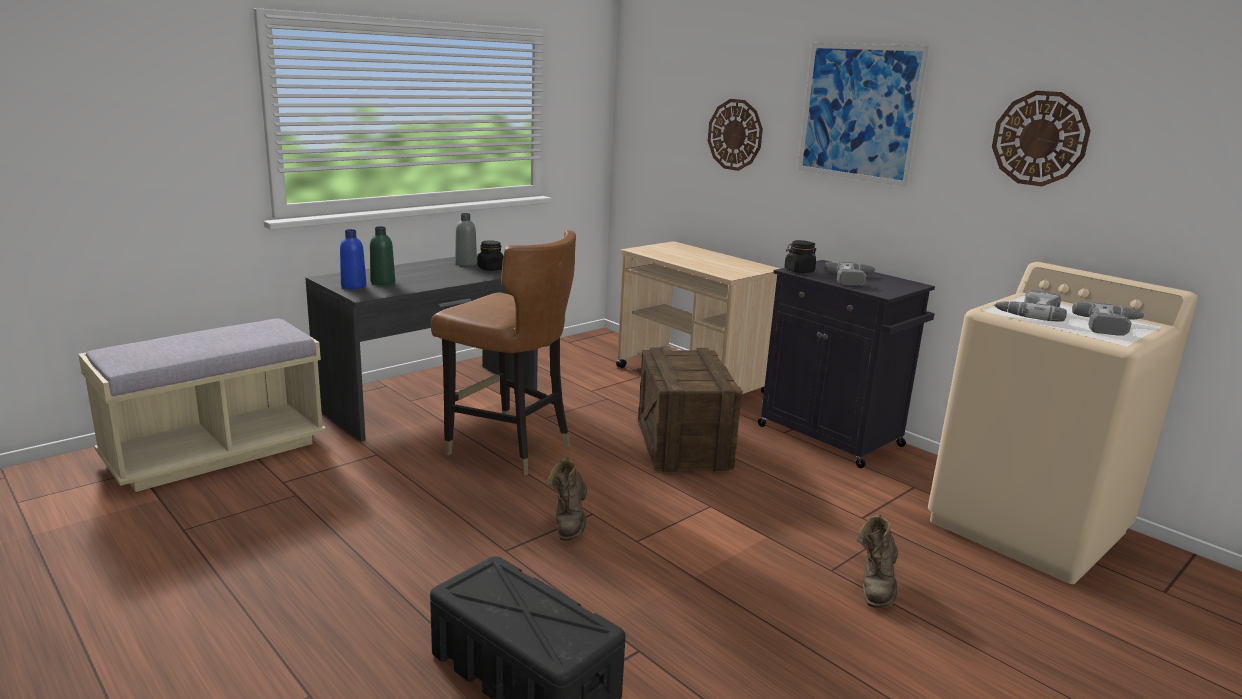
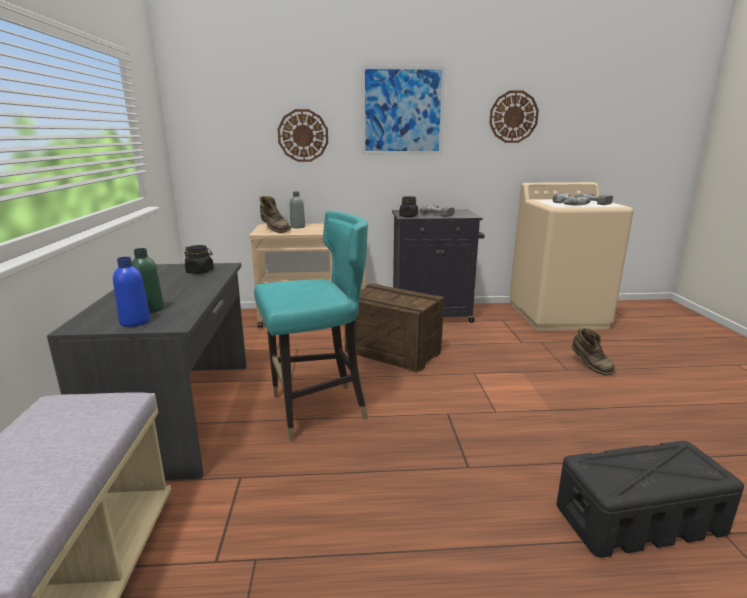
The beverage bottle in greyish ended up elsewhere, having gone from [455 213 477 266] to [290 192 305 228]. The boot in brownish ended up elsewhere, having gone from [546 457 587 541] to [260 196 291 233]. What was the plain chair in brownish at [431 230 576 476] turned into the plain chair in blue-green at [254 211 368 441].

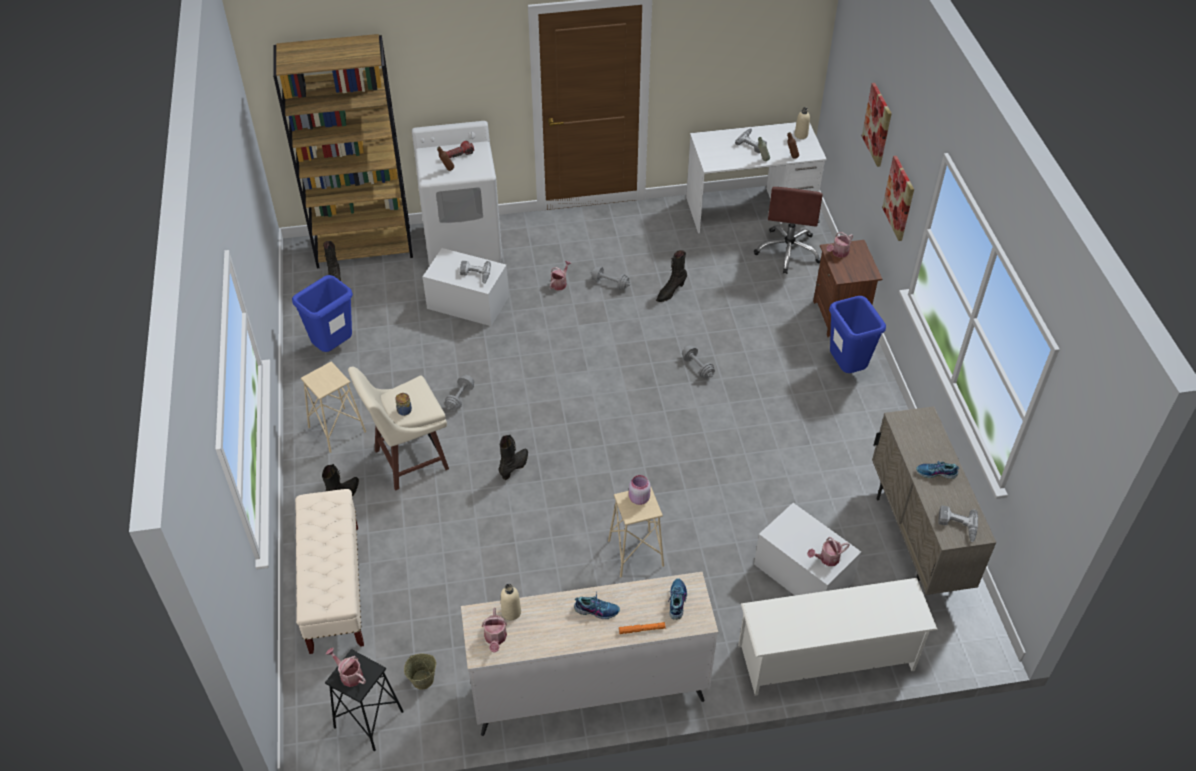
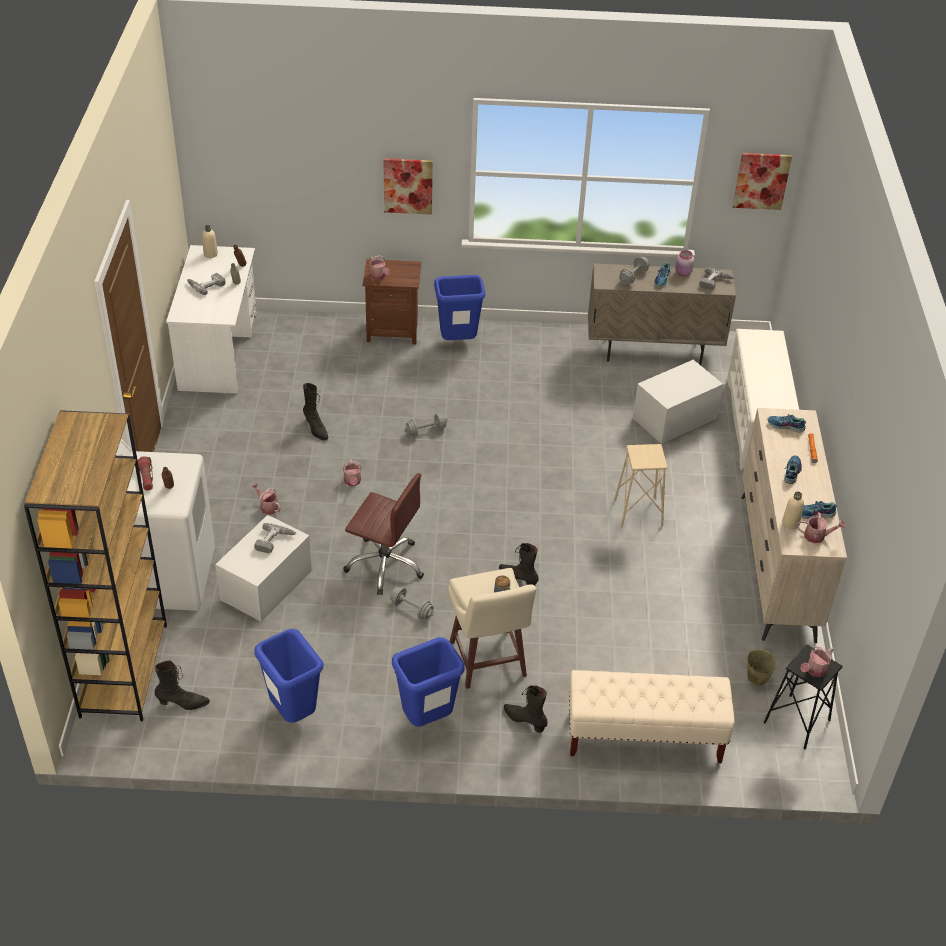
The second view gained the shoe at [802 501 837 519]. The free weight in greyish ended up elsewhere, having gone from [591 267 630 290] to [619 257 649 285]. The jar in pink-coloured ended up elsewhere, having gone from [629 475 651 505] to [675 250 694 276]. The computer chair in brownish ended up elsewhere, having gone from [754 187 823 274] to [343 473 424 595]. The sprinkling can ended up elsewhere, having gone from [807 537 850 566] to [342 459 362 486]. The picture ended up elsewhere, having gone from [862 83 892 167] to [733 153 792 210]. Where the stool in sand-coloured stood at [301 362 366 453], the waste bin in bluish came to stand at [392 637 465 727].

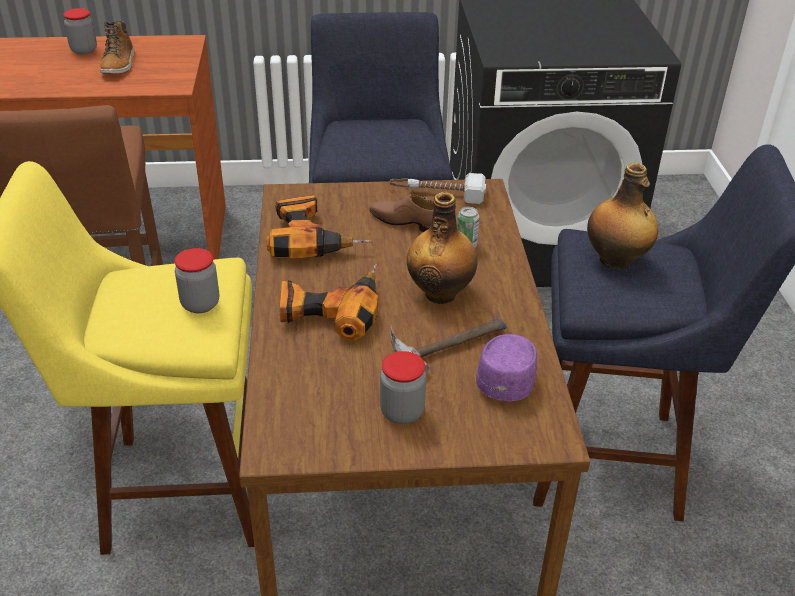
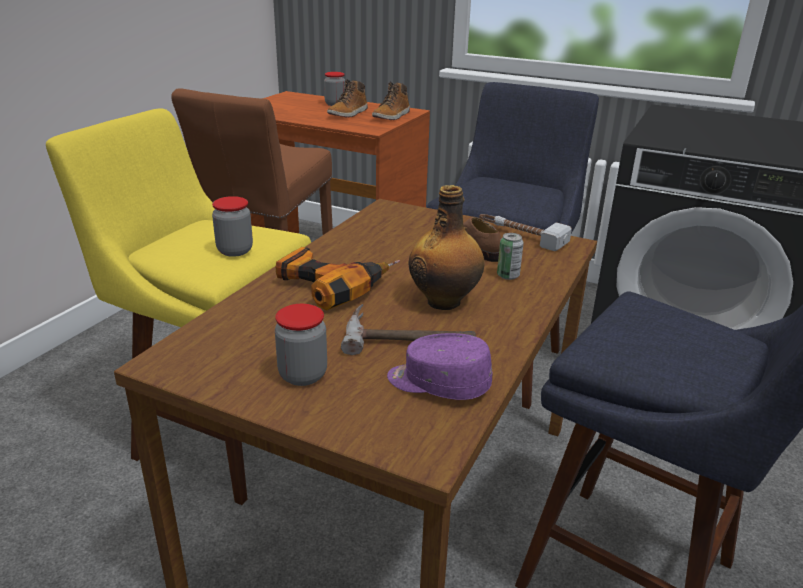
The second view lost the electric drill at [267 195 372 258]. The second view lost the beverage bottle at [587 163 658 269]. The second view gained the boot at [372 82 410 120]. The baseball cap in purple-coloured at [476 334 537 401] ended up facing another way, 120 degrees counterclockwise from before.

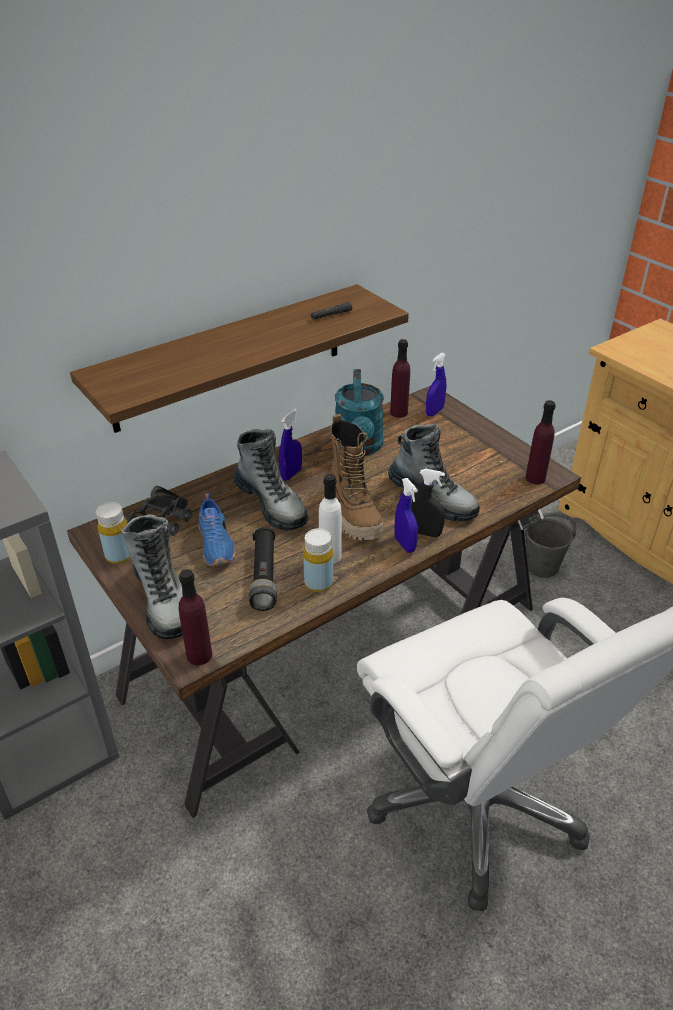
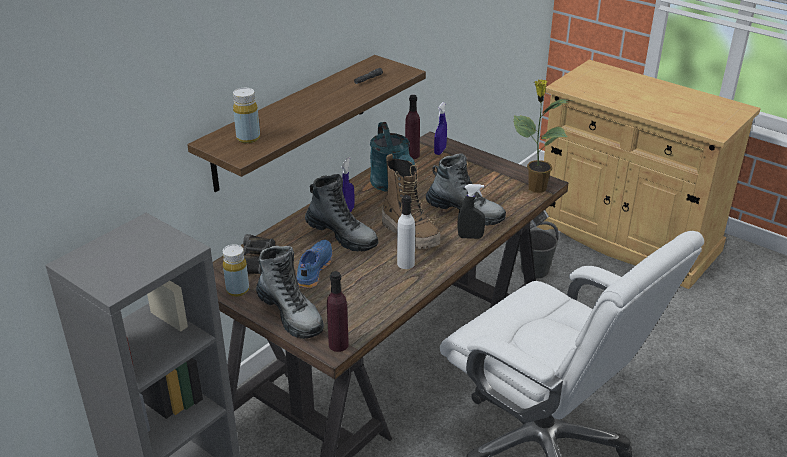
The second view lost the flashlight in black at [249 527 277 611]. The second view lost the sprayer in bluish at [394 478 418 553]. The beverage bottle in yellowish ended up elsewhere, having gone from [303 528 333 592] to [233 88 260 143]. Where the beverage bottle in purple-coloured stood at [525 400 556 485], the houseplant came to stand at [513 80 571 193]. The shoe in bluish at [198 493 236 566] ended up facing another way, 135 degrees counterclockwise from before.

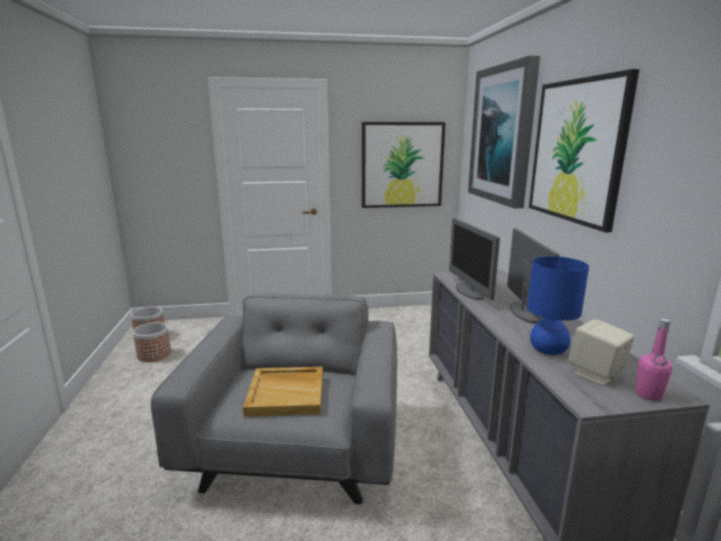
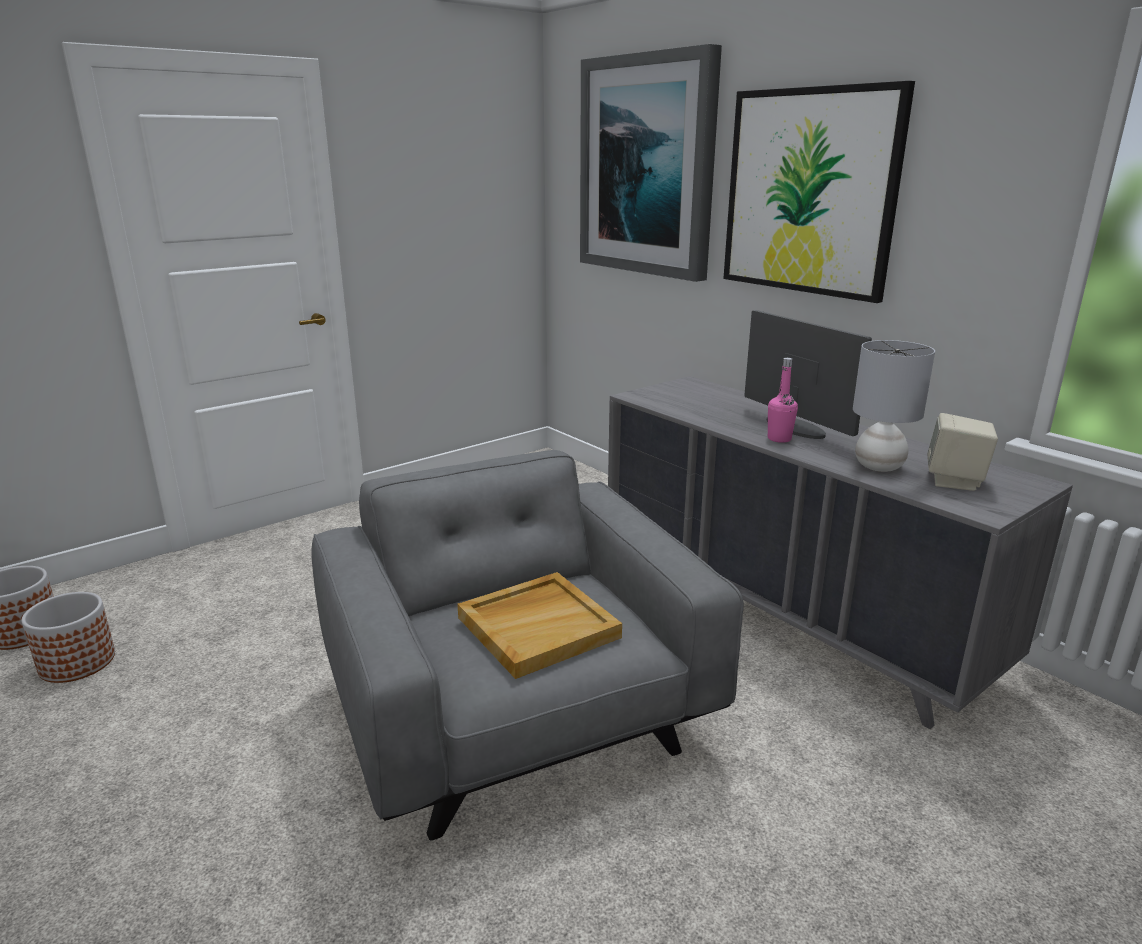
The second view lost the picture at [362 122 446 208]. The second view lost the computer screen at [449 218 500 300]. The beverage bottle in pink-coloured ended up elsewhere, having gone from [636 318 672 401] to [768 358 798 443]. What was the tabletop lamp in bluish at [527 256 589 355] turned into the tabletop lamp in greyish at [853 340 935 472].

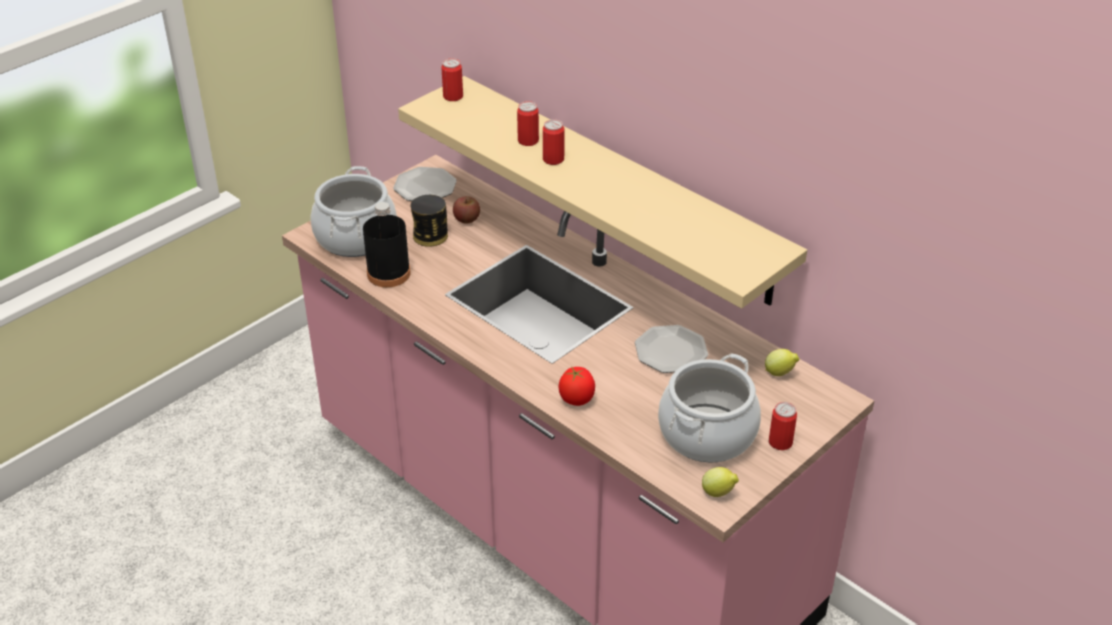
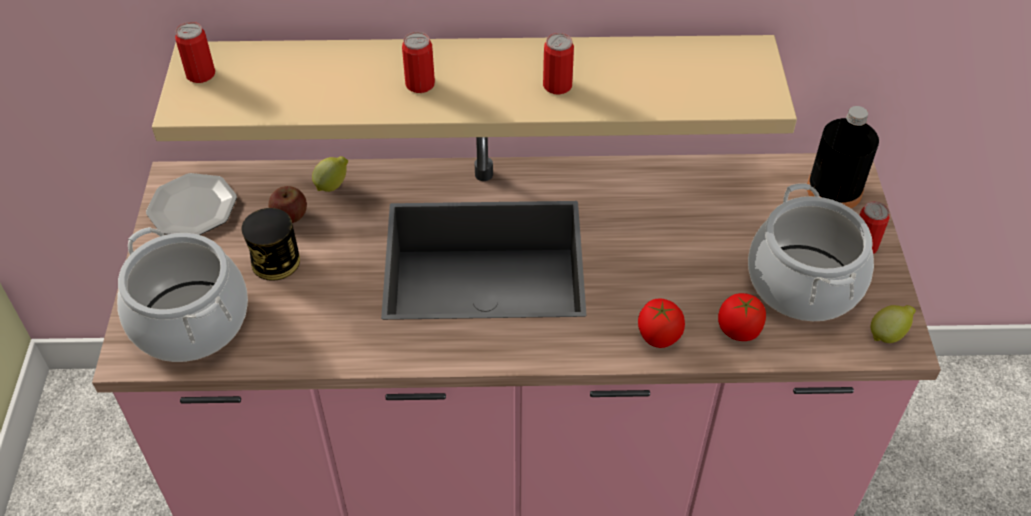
The second view lost the dinner plate at [635 325 708 373]. The second view gained the whole tomato at [718 293 766 341]. The beverage bottle in black ended up elsewhere, having gone from [363 202 410 287] to [807 106 879 208]. The metal can ended up elsewhere, having gone from [517 101 539 146] to [543 33 574 94]. The whole lemon ended up elsewhere, having gone from [765 349 799 376] to [312 156 348 192].

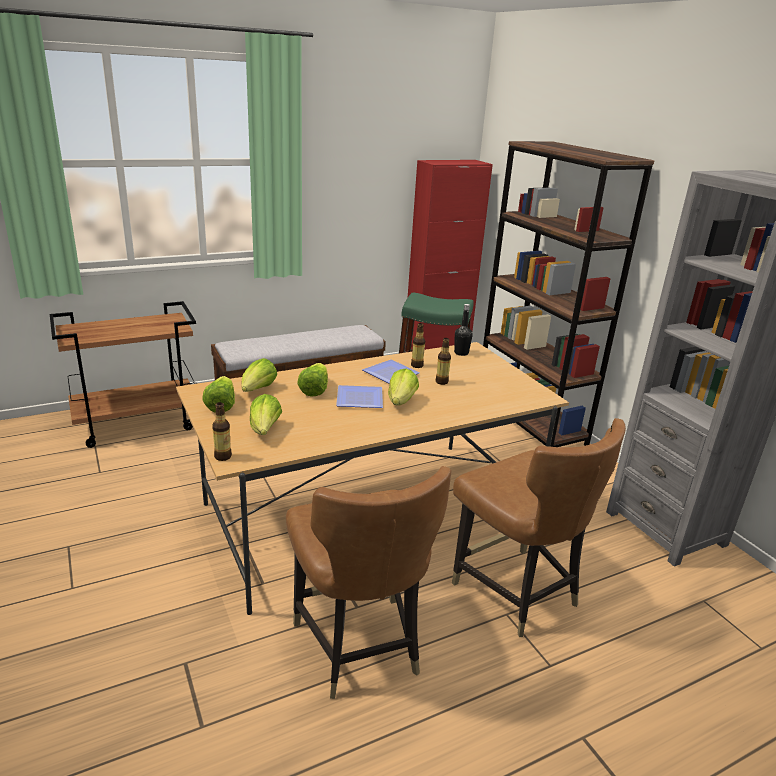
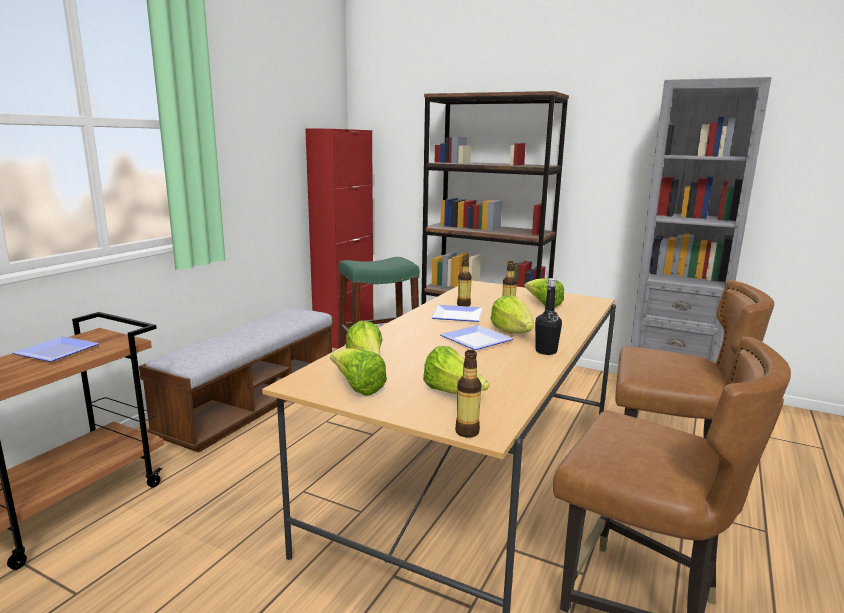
The second view gained the dinner plate at [12 336 99 362]. The head of lettuce ended up elsewhere, having gone from [297 363 328 397] to [524 278 564 307]. The beverage bottle in black ended up elsewhere, having gone from [454 304 473 356] to [535 278 562 355].

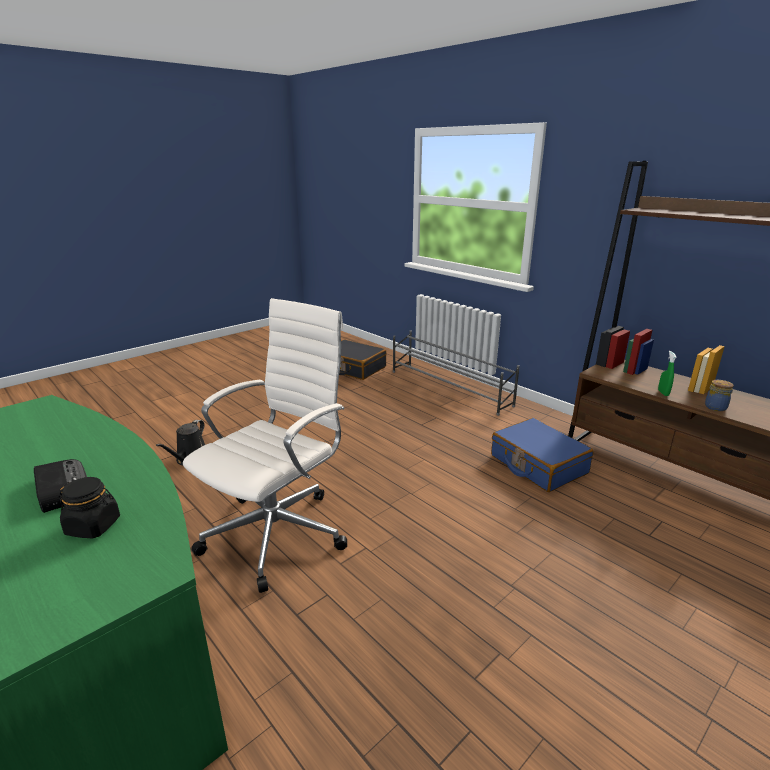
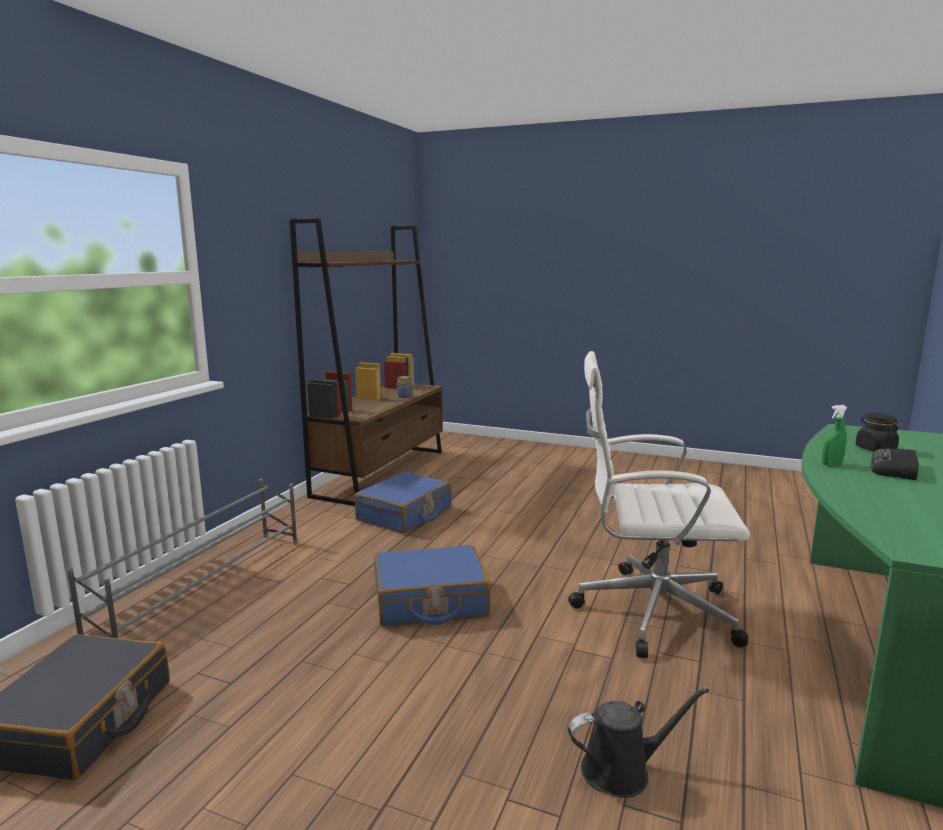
The second view gained the suitcase in bluish at [374 545 490 626]. The sprayer in green-coloured ended up elsewhere, having gone from [658 351 677 396] to [822 405 847 466].

